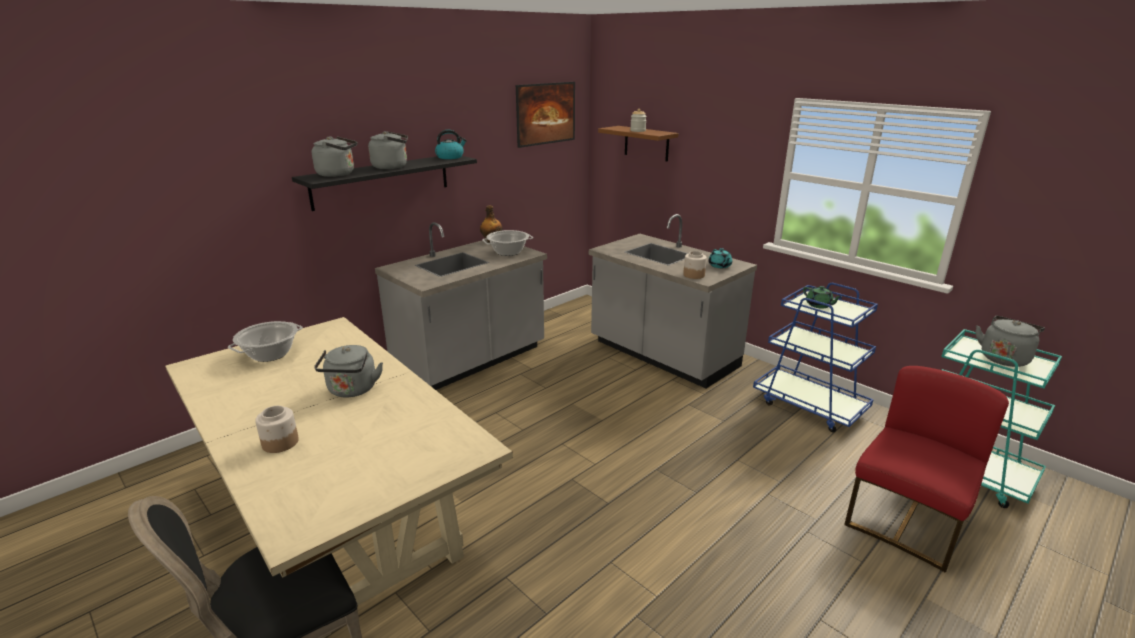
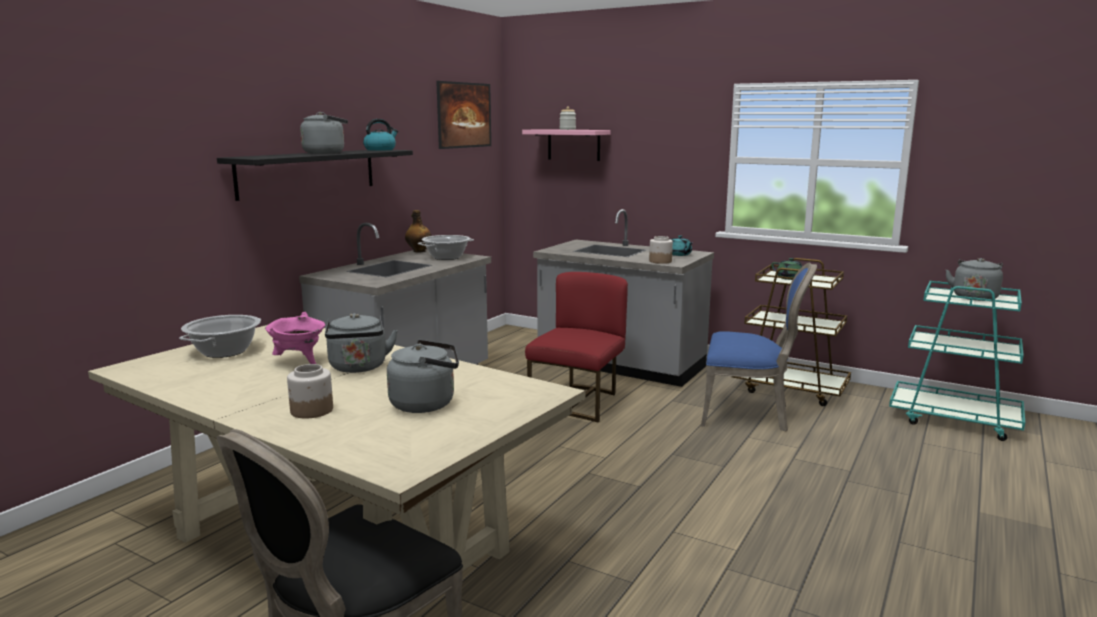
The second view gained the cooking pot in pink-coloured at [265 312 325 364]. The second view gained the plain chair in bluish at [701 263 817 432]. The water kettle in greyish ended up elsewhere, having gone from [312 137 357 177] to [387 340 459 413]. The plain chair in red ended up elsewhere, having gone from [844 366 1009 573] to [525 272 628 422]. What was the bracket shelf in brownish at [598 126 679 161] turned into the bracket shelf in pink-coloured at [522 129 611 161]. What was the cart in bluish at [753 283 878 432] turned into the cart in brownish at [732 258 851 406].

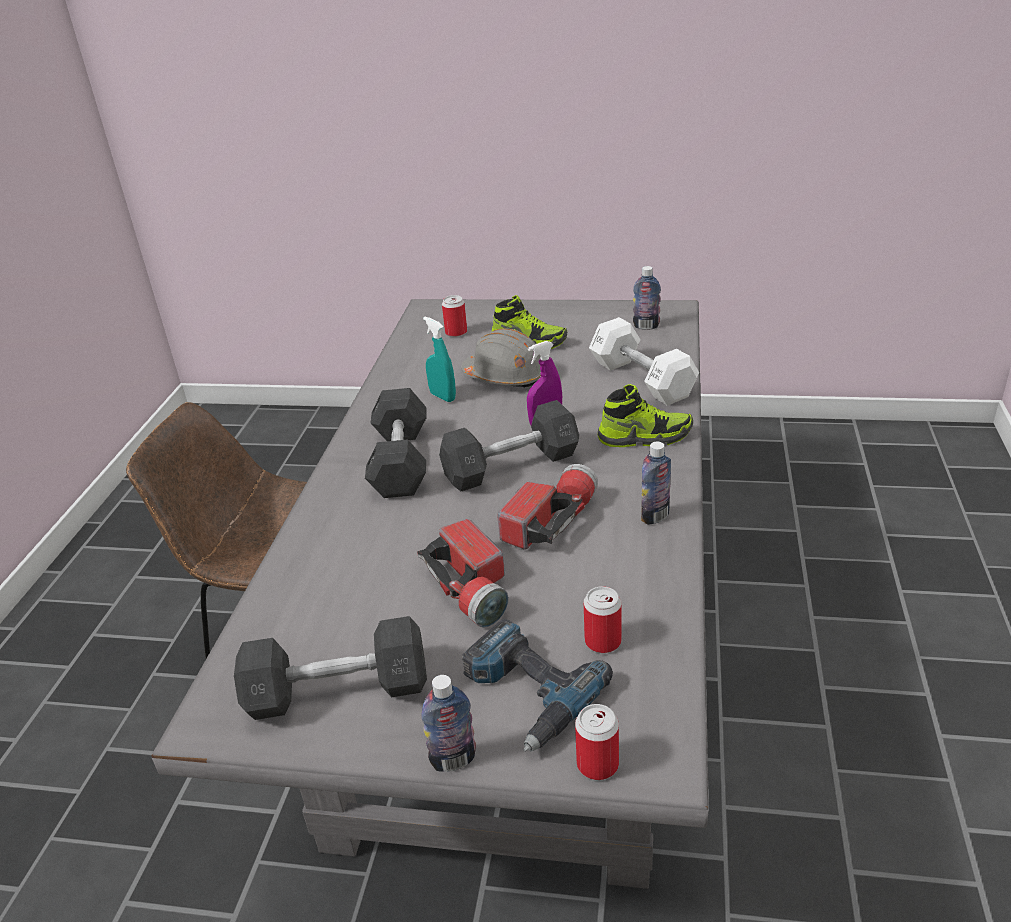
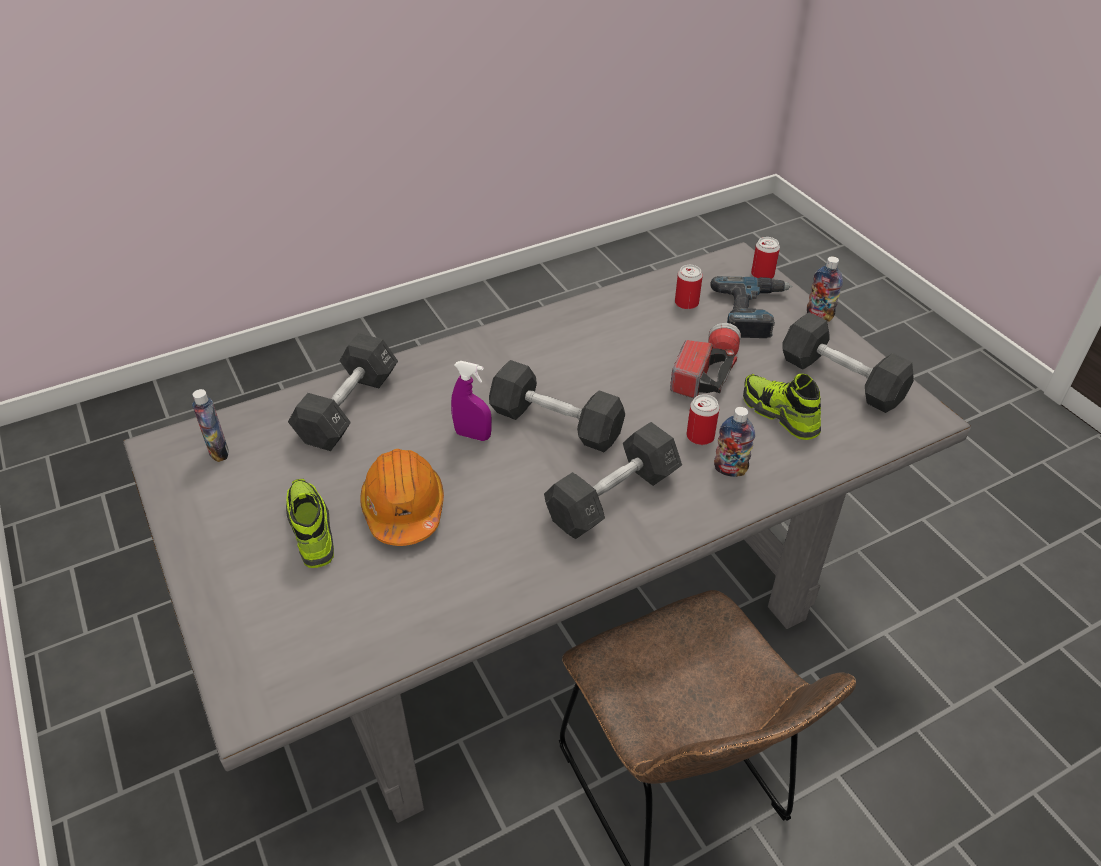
The second view lost the sprayer in blue-green at [423 317 456 402]. The second view lost the flashlight at [497 464 598 550]. The metal can ended up elsewhere, having gone from [442 295 467 337] to [686 394 719 445]. The shoe ended up elsewhere, having gone from [598 384 693 447] to [743 374 821 440]. The beverage bottle ended up elsewhere, having gone from [641 442 671 525] to [714 407 755 477]. What was the work helmet in greyish at [461 328 541 388] turned into the work helmet in orange-coloured at [360 449 444 546]. What was the free weight in whitish at [589 317 699 406] turned into the free weight in black at [288 333 398 451].

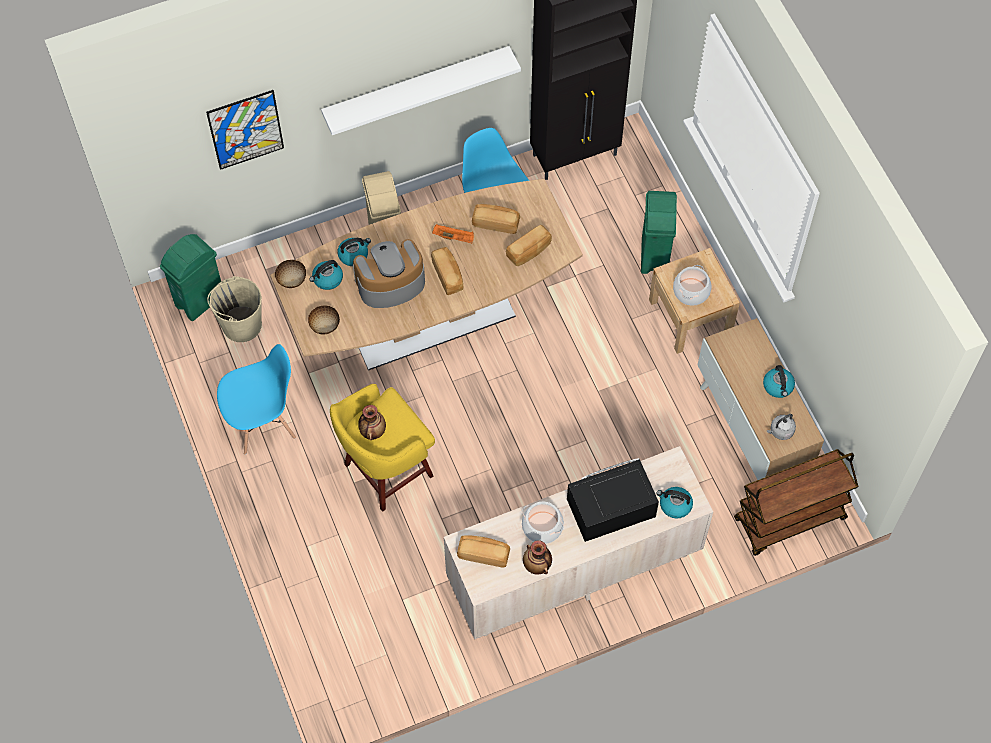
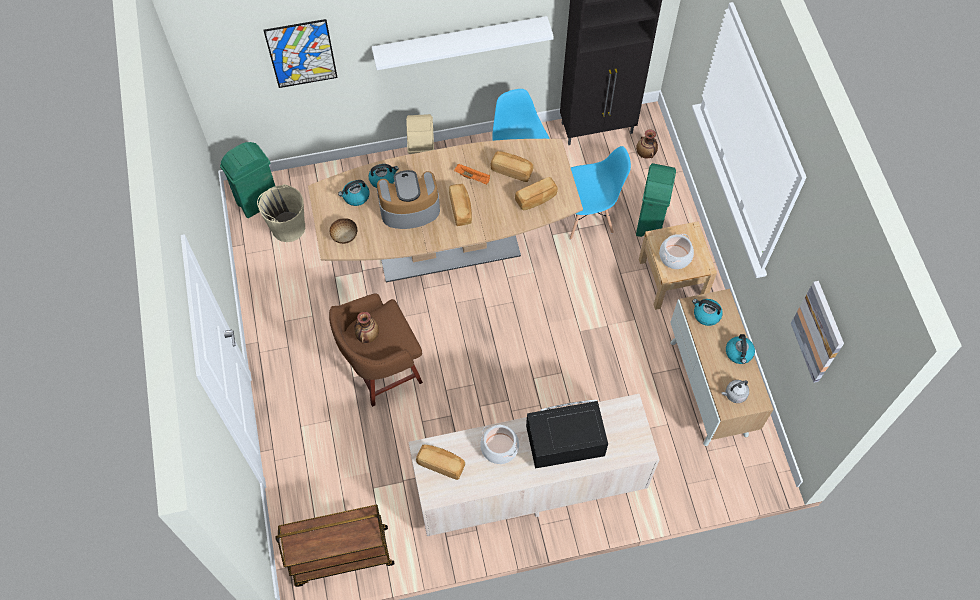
The second view lost the serving bowl at [275 260 306 288]. The second view gained the picture at [791 281 844 383]. The plain chair in bluish ended up elsewhere, having gone from [217 344 296 455] to [570 146 631 240]. The flower vase ended up elsewhere, having gone from [523 540 552 574] to [636 129 658 159]. The water kettle ended up elsewhere, having gone from [657 487 693 519] to [692 299 723 326]. The cart in brownish ended up elsewhere, having gone from [734 449 859 556] to [275 505 395 587]. What was the stool in yellowish at [330 384 435 512] turned into the stool in brownish at [329 293 423 407].

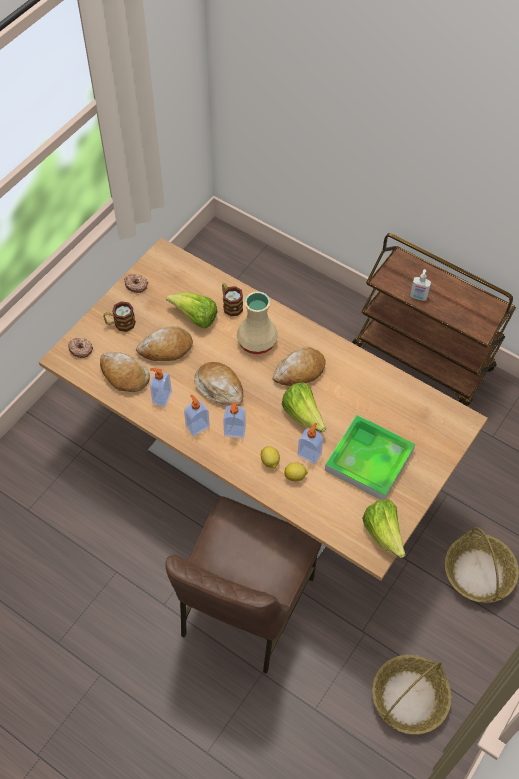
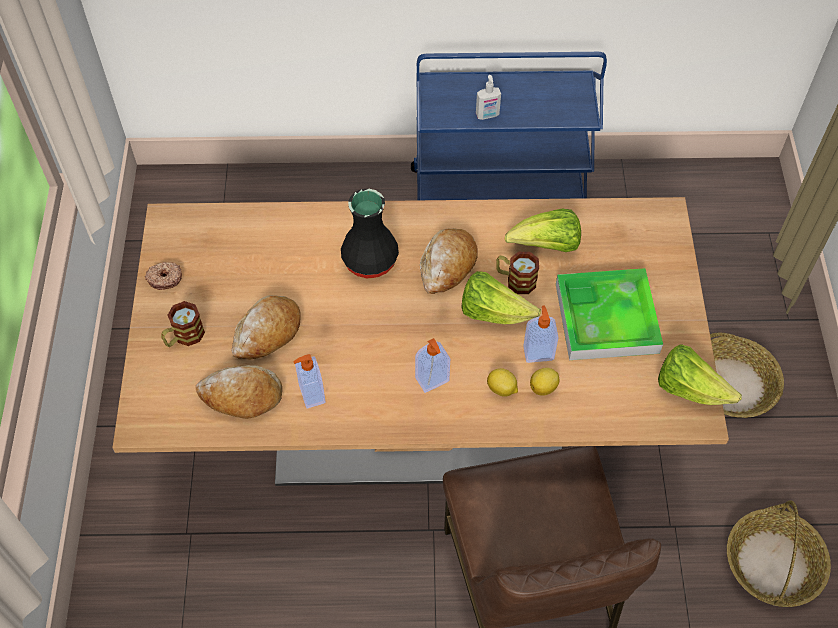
The second view lost the ring doughnut at [68 338 93 358]. The second view lost the soap bottle at [184 395 210 436]. The second view lost the bread at [194 362 243 406]. The head of lettuce ended up elsewhere, having gone from [166 292 217 329] to [505 208 581 252]. The mug ended up elsewhere, having gone from [222 283 243 316] to [496 252 539 294]. What was the flower vase in sand-coloured at [237 292 278 354] turned into the flower vase in black at [341 189 399 278]. What was the cart in brownish at [352 233 516 406] turned into the cart in bluish at [411 52 607 200].

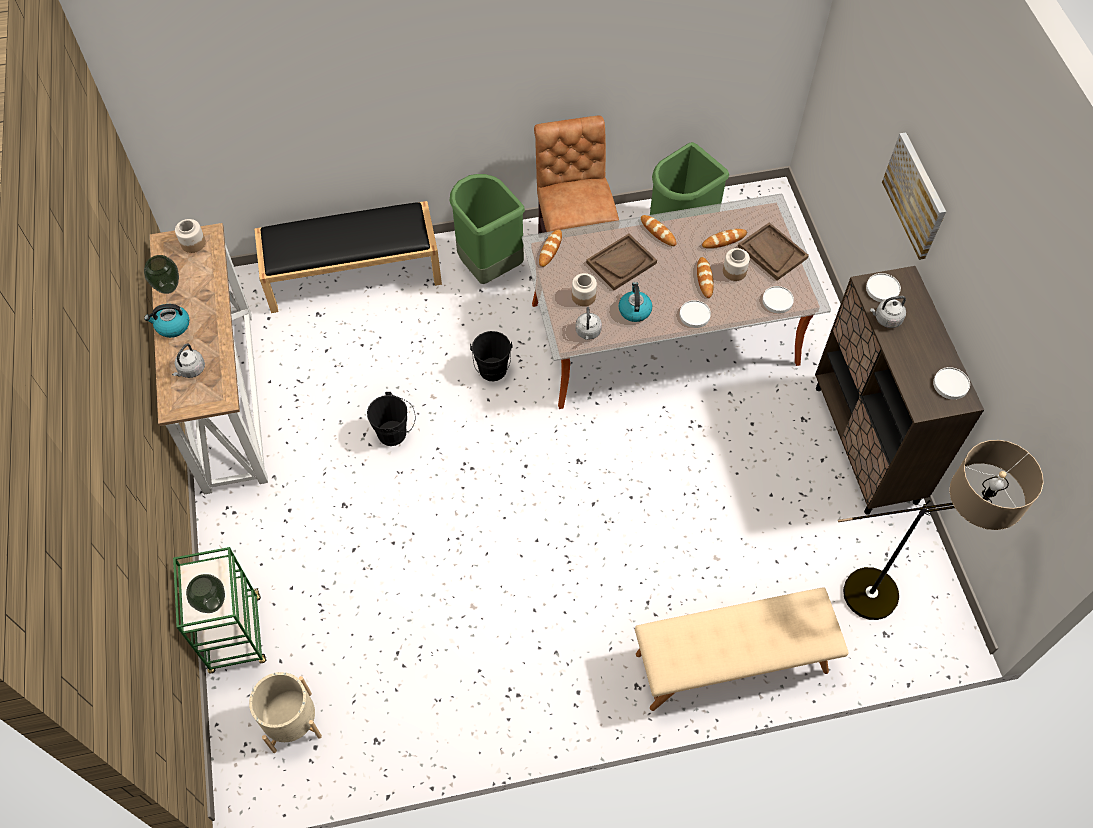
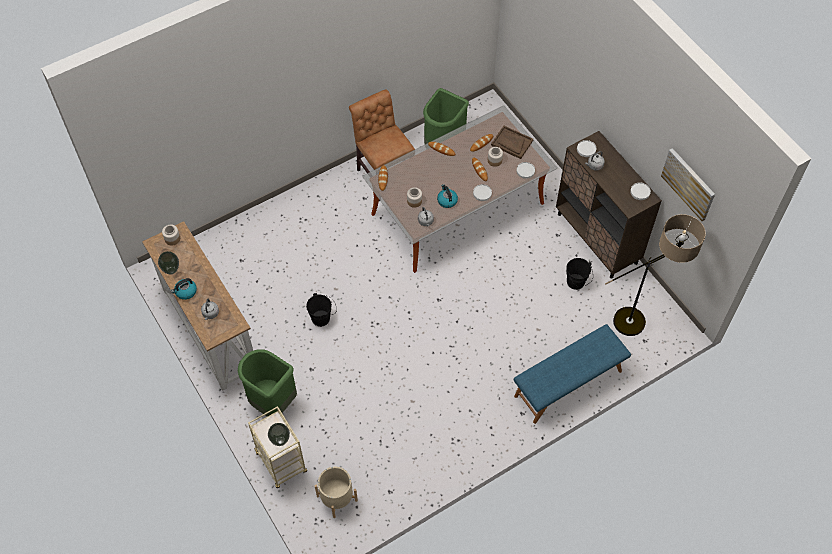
The second view lost the long seat in black at [254 201 442 313]. The second view lost the serving tray in brownish at [586 234 657 290]. The waste bin in green-coloured ended up elsewhere, having gone from [450 174 525 284] to [238 350 297 417]. The bucket in black ended up elsewhere, having gone from [470 331 513 381] to [567 258 593 290]. The picture ended up elsewhere, having gone from [882 132 946 260] to [661 148 715 221]. What was the cart in green-coloured at [173 547 266 674] turned into the cart in sand-coloured at [248 406 307 488]. What was the long seat in sand-coloured at [635 587 849 711] turned into the long seat in bluish at [514 324 631 424].

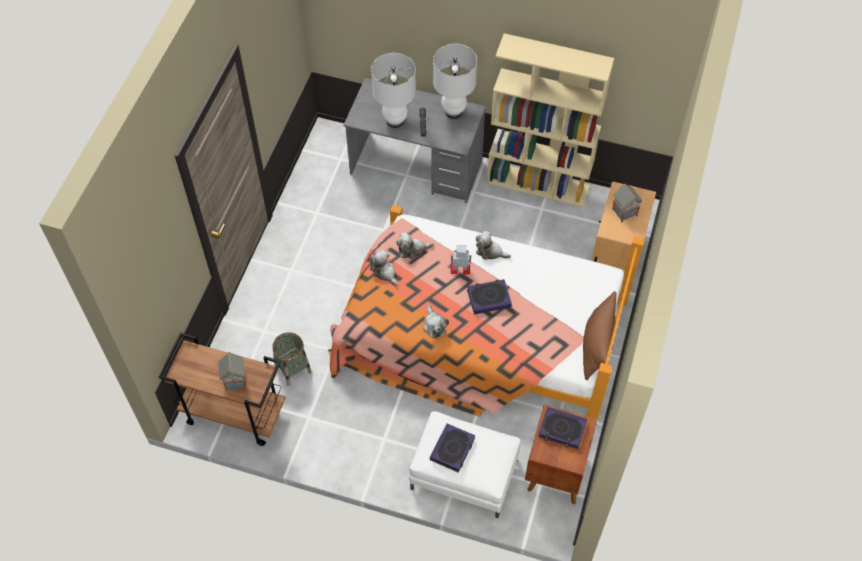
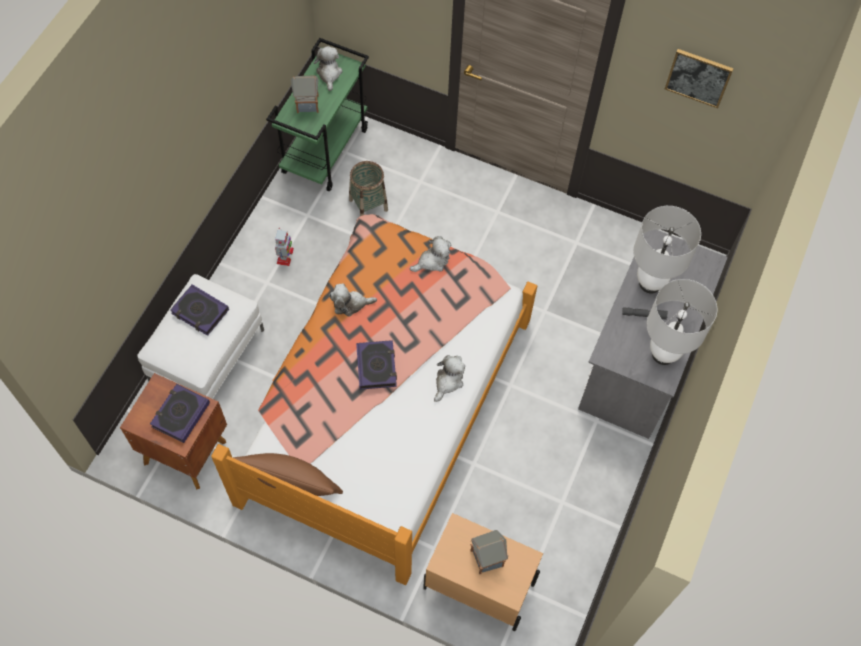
The second view lost the bookcase in sand-coloured at [487 33 614 207]. The second view gained the picture at [665 49 734 108]. The plush toy ended up elsewhere, having gone from [396 232 434 259] to [314 46 342 91]. The toy robot ended up elsewhere, having gone from [450 245 472 275] to [275 228 294 266]. What was the cart in brownish at [159 333 285 446] turned into the cart in green-coloured at [266 38 369 192].

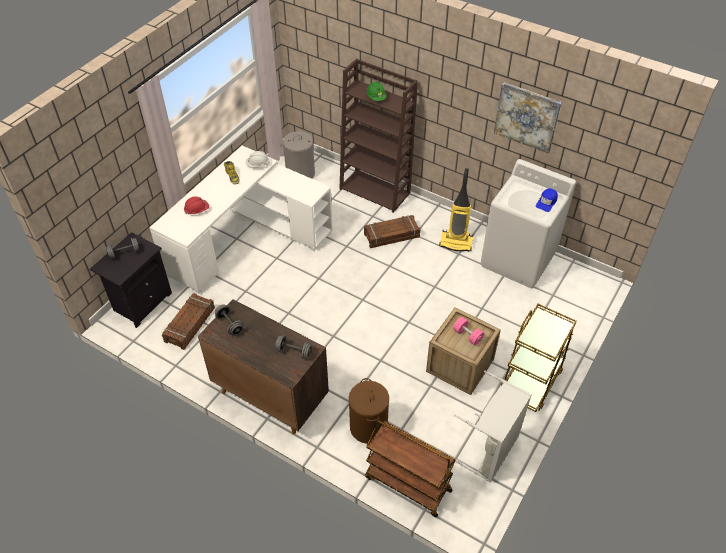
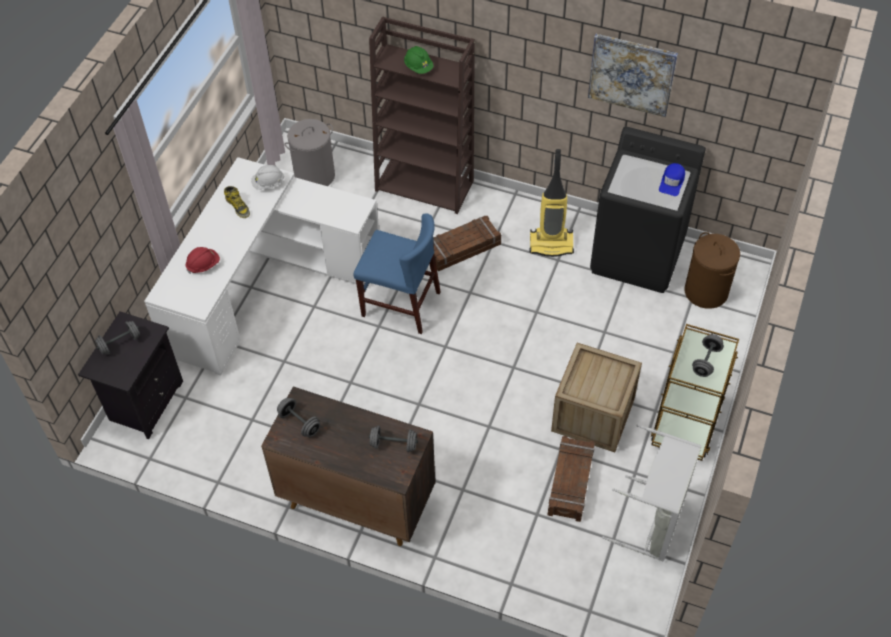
The second view lost the cart in brownish at [365 420 456 517]. The second view lost the free weight in pink-coloured at [453 317 485 346]. The second view gained the plain chair in bluish at [354 213 440 334]. The second view gained the free weight in greyish at [692 334 724 377]. The shipping crate ended up elsewhere, having gone from [162 293 215 350] to [548 436 595 522]. The laundry basket in brownish ended up elsewhere, having gone from [349 378 389 444] to [684 232 740 309]. What was the washing machine in whitish at [481 159 576 288] turned into the washing machine in black at [590 127 706 293].

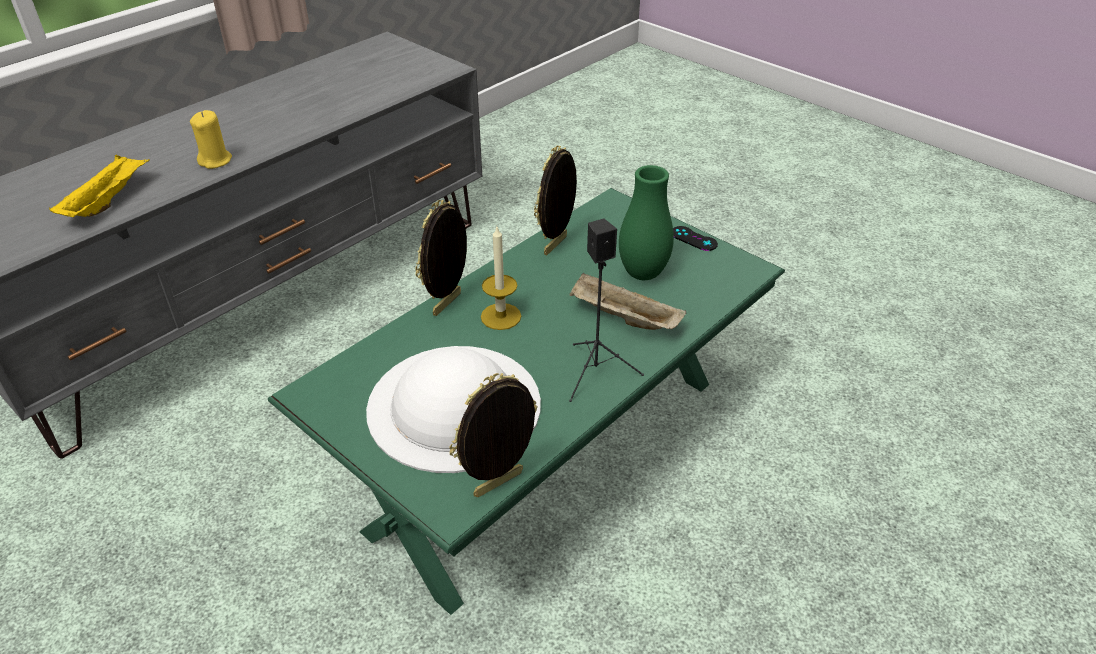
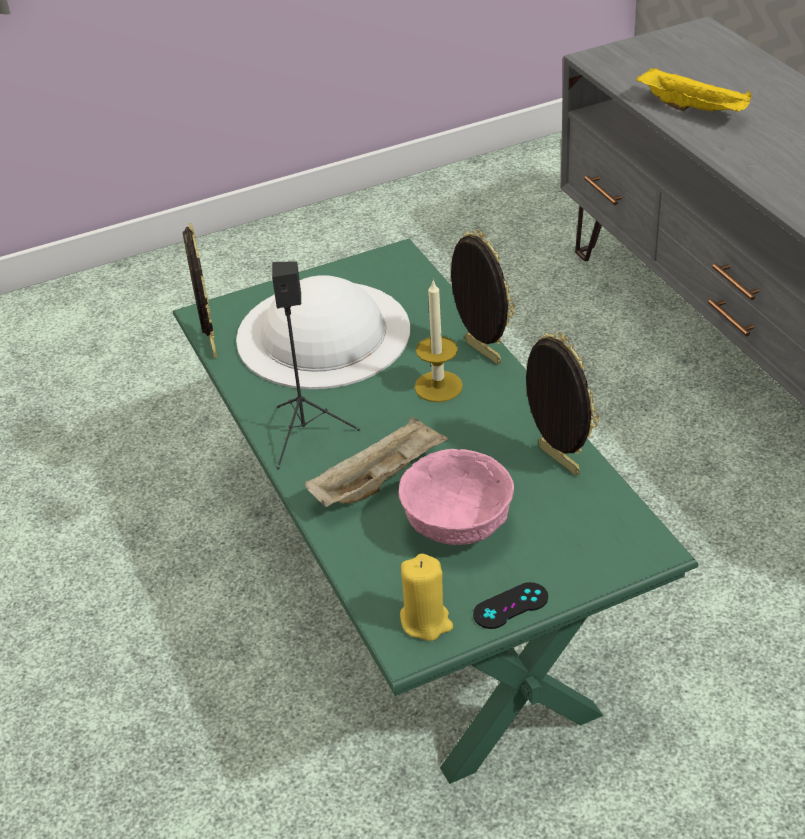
The candle in yellowish ended up elsewhere, having gone from [190 110 232 169] to [400 554 453 641]. Where the flower vase in green-coloured stood at [619 165 674 280], the serving bowl in pink-coloured came to stand at [399 449 514 545].

